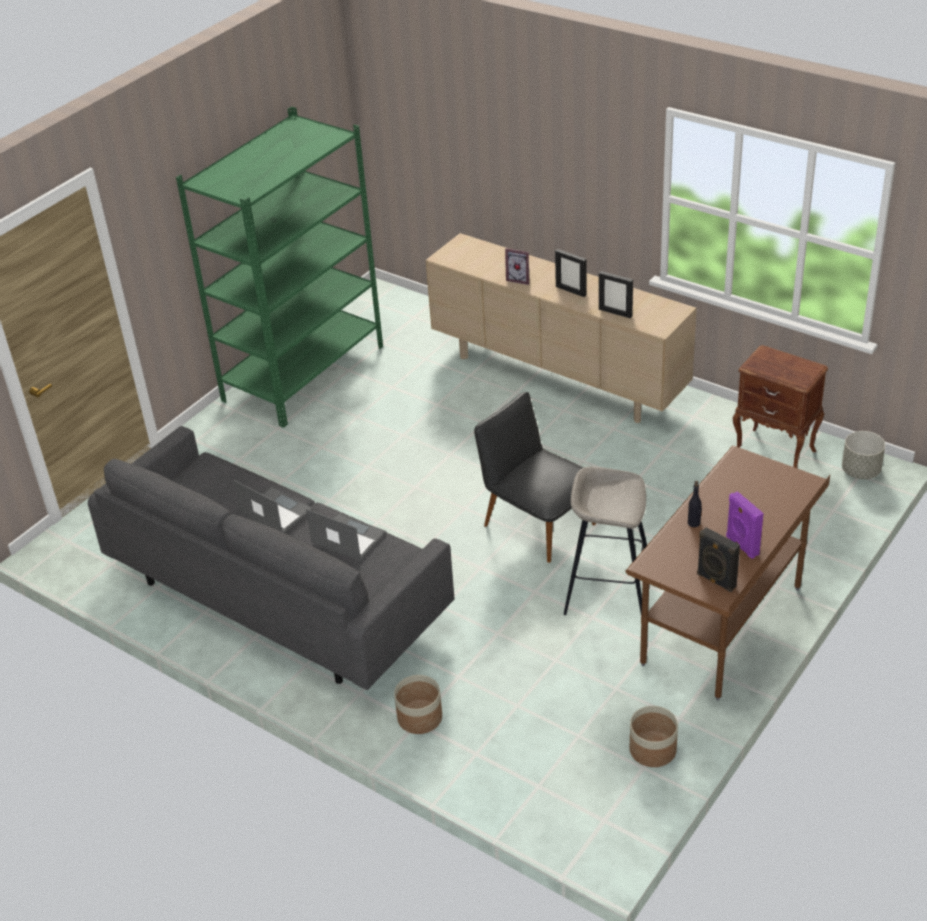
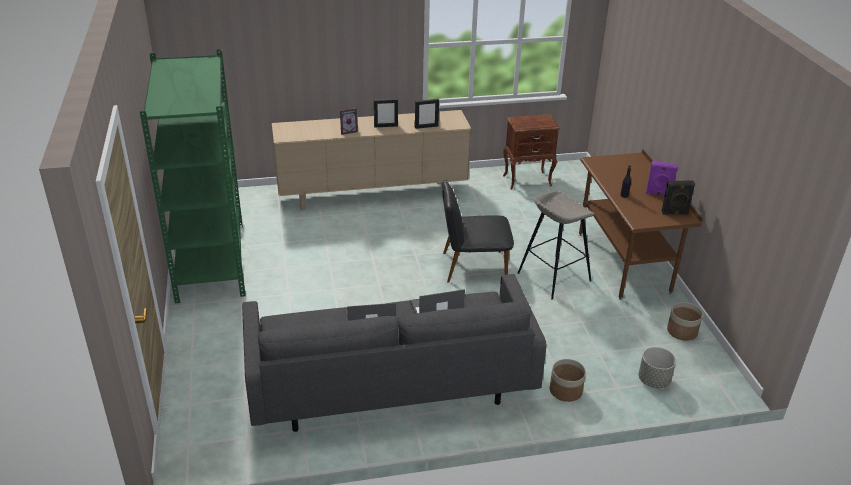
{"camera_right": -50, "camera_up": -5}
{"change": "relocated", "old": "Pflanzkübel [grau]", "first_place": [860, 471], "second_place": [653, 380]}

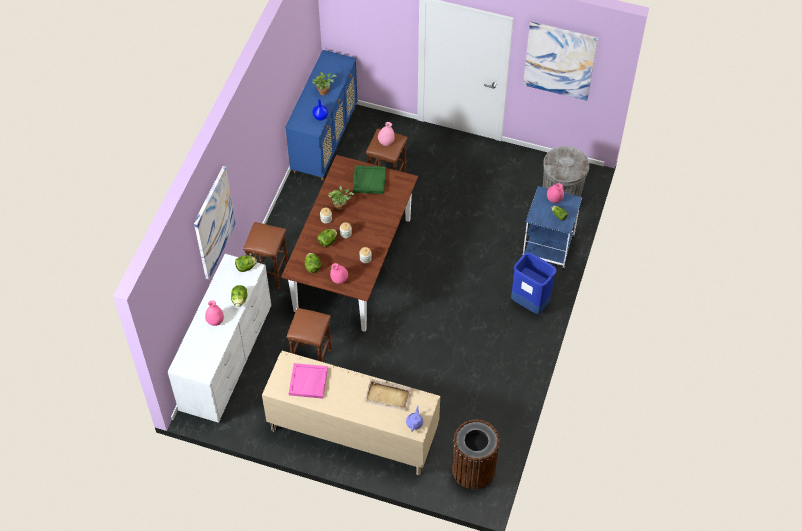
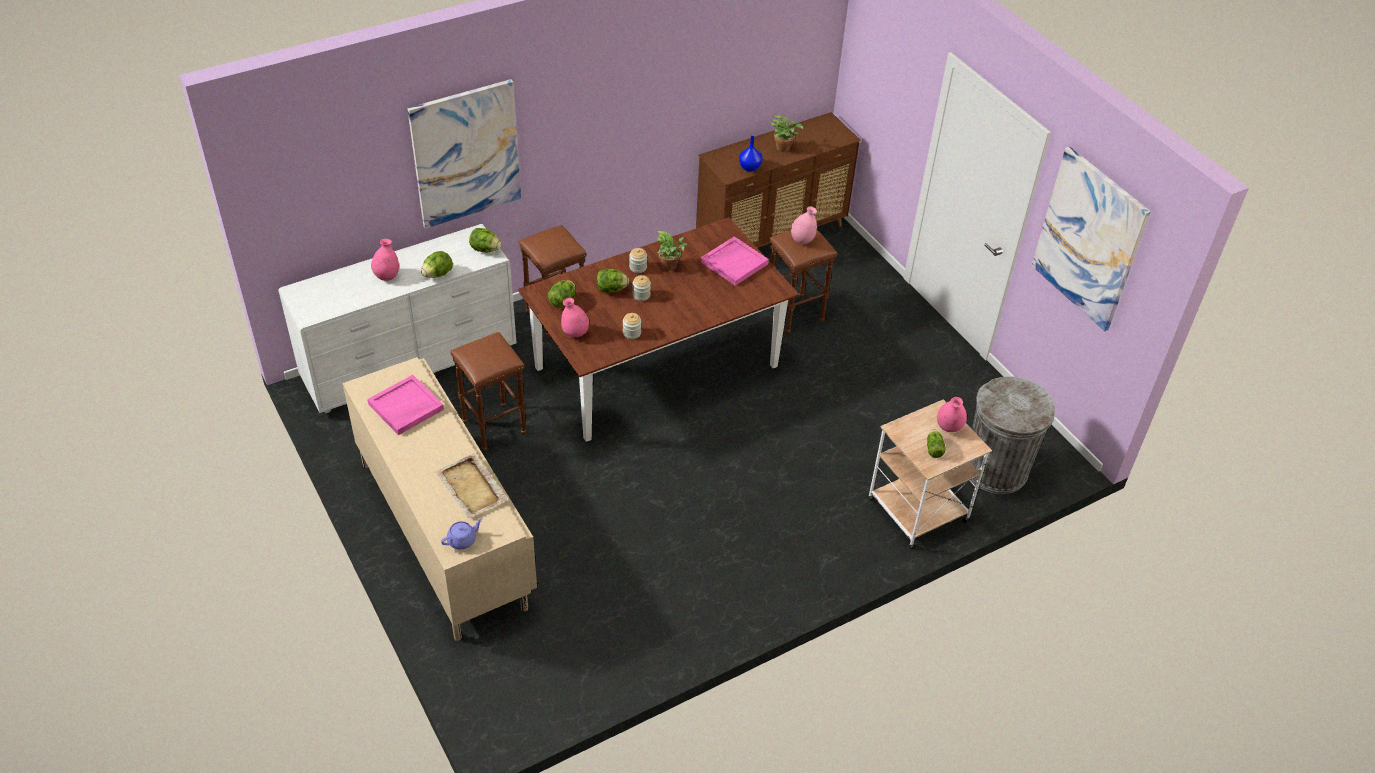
{"camera_right": 40, "camera_up": -10}
{"change": "missing", "old": "Mülleimer [braun]", "first_place": [473, 469]}
{"change": "missing", "old": "Mülleimer [blau]", "first_place": [530, 303]}
{"change": "colour", "old": "Schrank [blau]", "new": "Schrank [braun]", "first_place": [324, 140], "second_place": [771, 233]}
{"change": "colour", "old": "Tablett [grün]", "new": "Tablett [rosa]", "first_place": [369, 180], "second_place": [734, 262]}
{"change": "colour", "old": "Rollwagen [blau]", "new": "Rollwagen [beige]", "first_place": [548, 248], "second_place": [916, 511]}

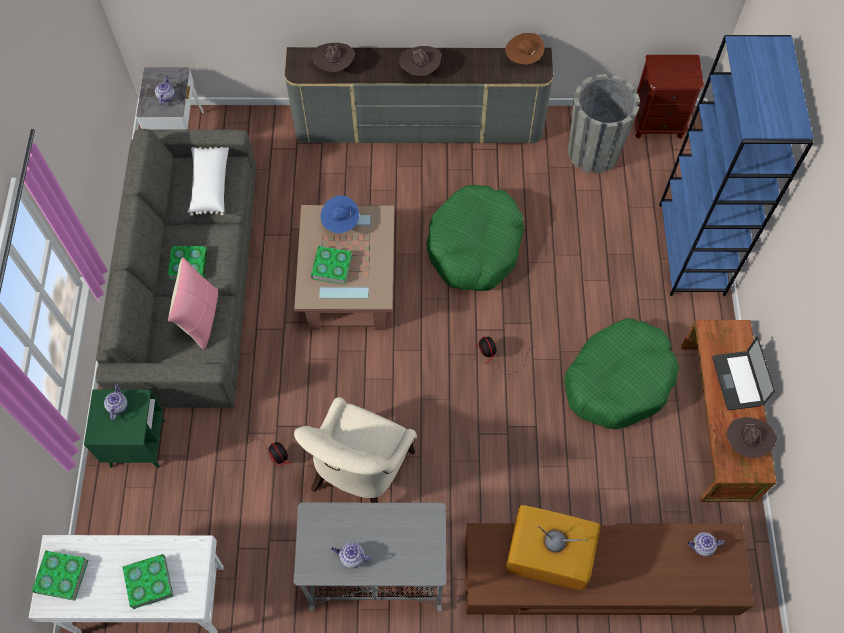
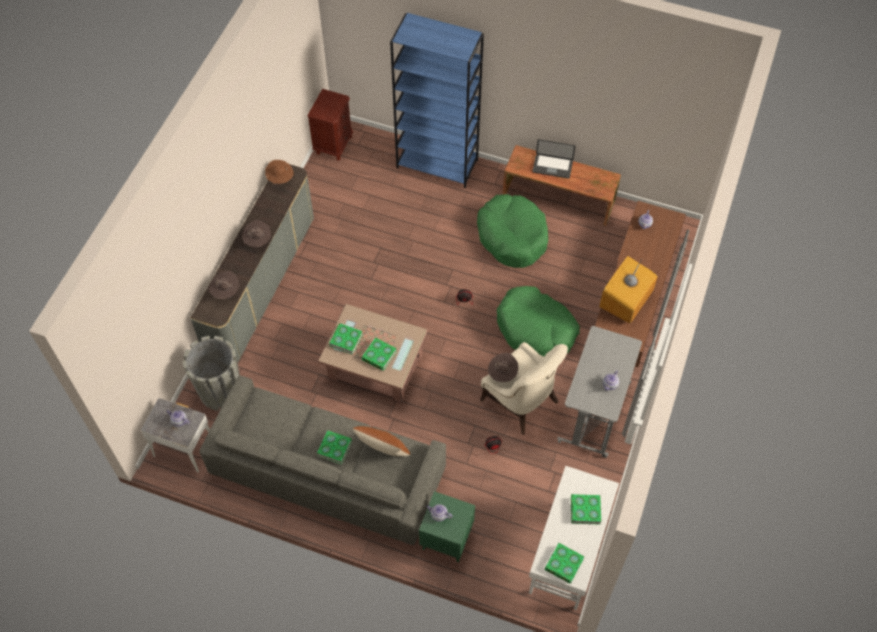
{"camera_right": -70, "camera_up": -5}
{"change": "missing", "old": "Kissen [weiß]", "first_place": [209, 185]}
{"change": "relocated", "old": "Hundebett [grün]", "first_place": [475, 246], "second_place": [536, 329]}
{"change": "relocated", "old": "Pflanzkübel [grau]", "first_place": [593, 152], "second_place": [221, 392]}
{"change": "relocated", "old": "Hut [braun]", "first_place": [745, 443], "second_place": [502, 374]}
{"change": "exchanged", "old": "Hut [blau]", "new": "Buch", "first_place": [340, 223], "second_place": [346, 340]}
{"change": "colour", "old": "Kissen [rosa]", "new": "Kissen [braun]", "first_place": [200, 318], "second_place": [383, 451]}

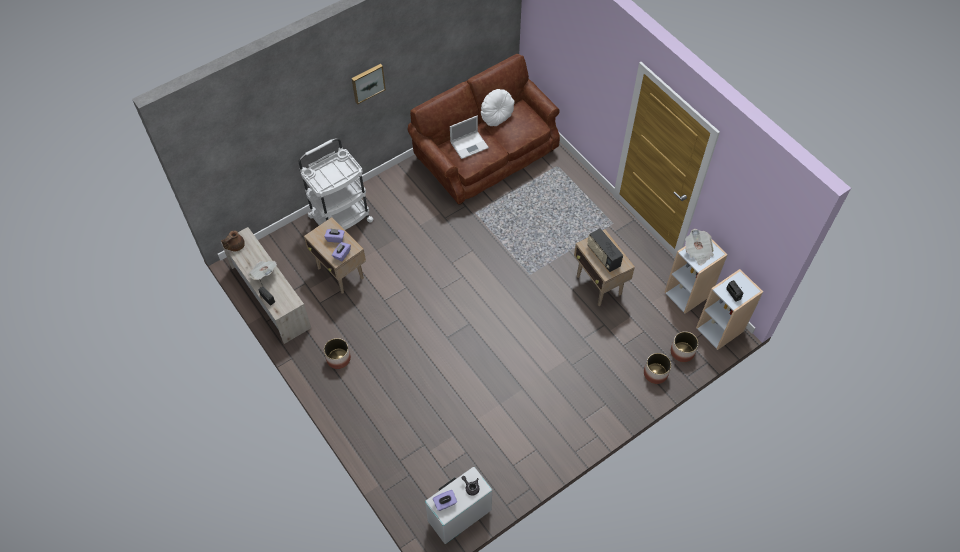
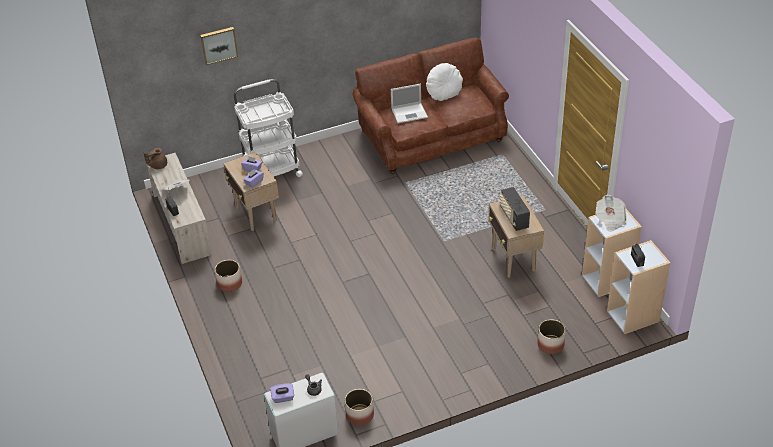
{"camera_right": 15, "camera_up": -15}
{"change": "relocated", "old": "Bild", "first_place": [367, 83], "second_place": [218, 45]}
{"change": "relocated", "old": "Pflanzkübel", "first_place": [682, 352], "second_place": [359, 415]}

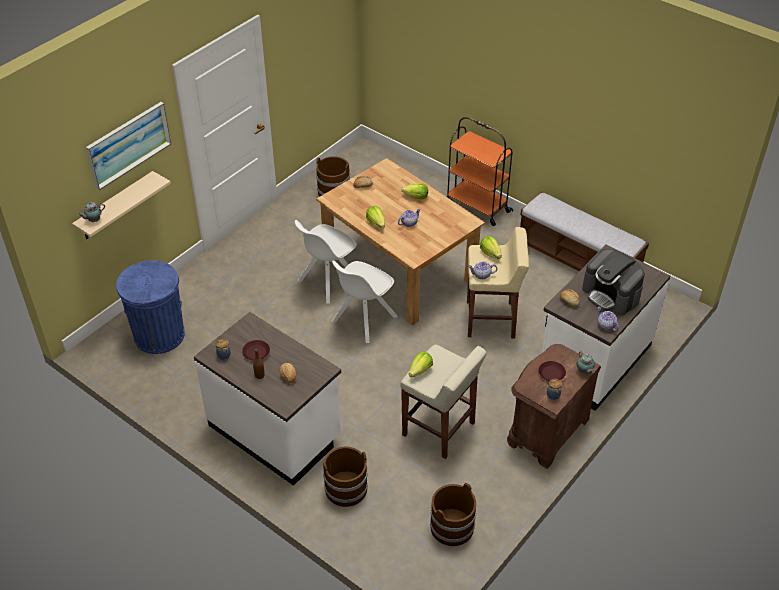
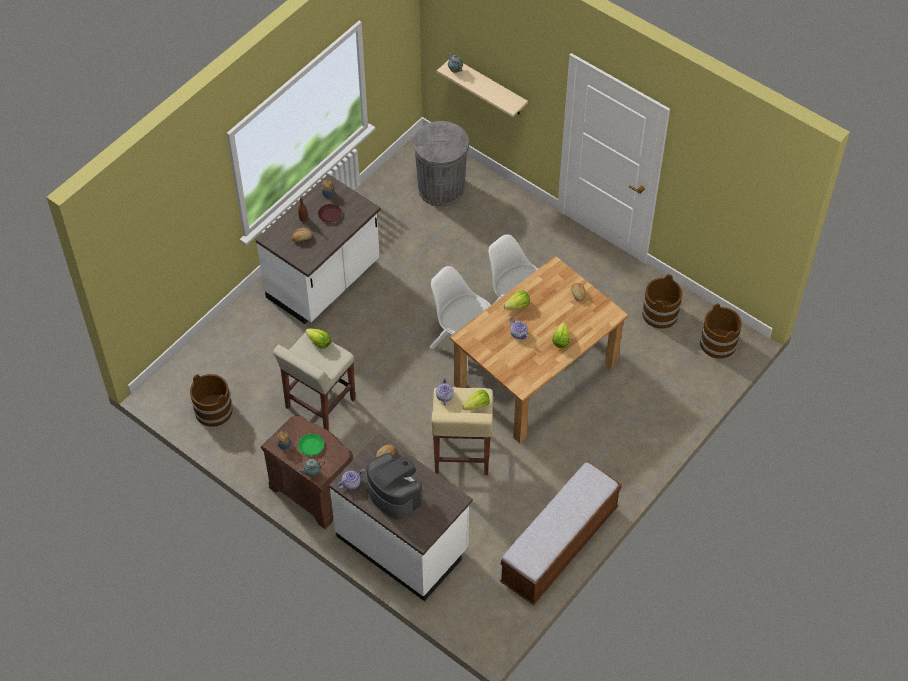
{"camera_right": 90, "camera_up": 10}
{"change": "missing", "old": "Bild", "first_place": [128, 144]}
{"change": "missing", "old": "Rollwagen [orange]", "first_place": [477, 206]}
{"change": "relocated", "old": "Eimer [braun]", "first_place": [346, 489], "second_place": [718, 343]}
{"change": "colour", "old": "Mülleimer [blau]", "new": "Mülleimer [grau]", "first_place": [159, 335], "second_place": [441, 188]}
{"change": "colour", "old": "Teller [braun]", "new": "Teller [grün]", "first_place": [551, 373], "second_place": [311, 446]}
{"change": "spun", "old": "Kaffeemaschine", "first_place": [611, 295], "second_place": [394, 493], "degrees": 90}

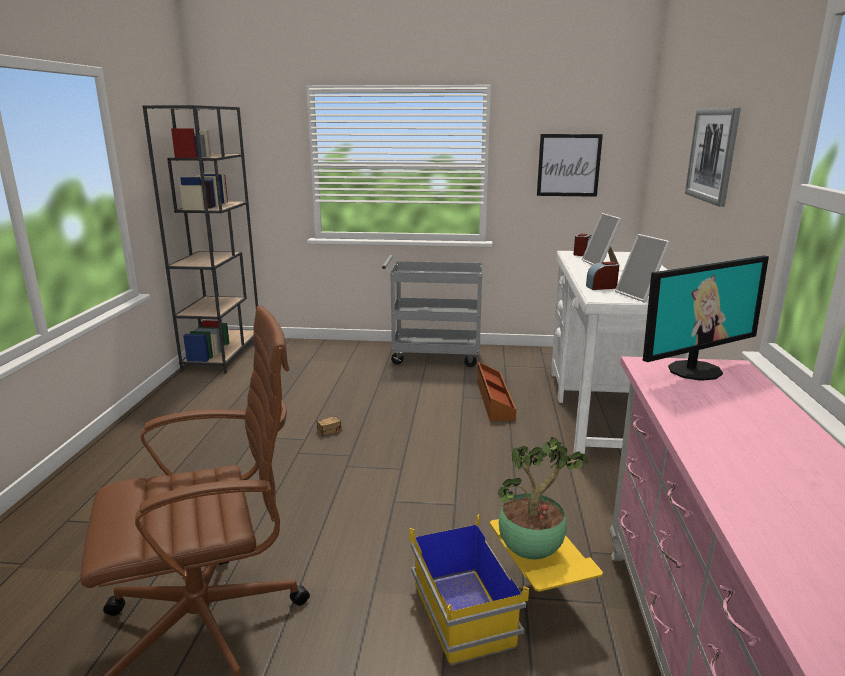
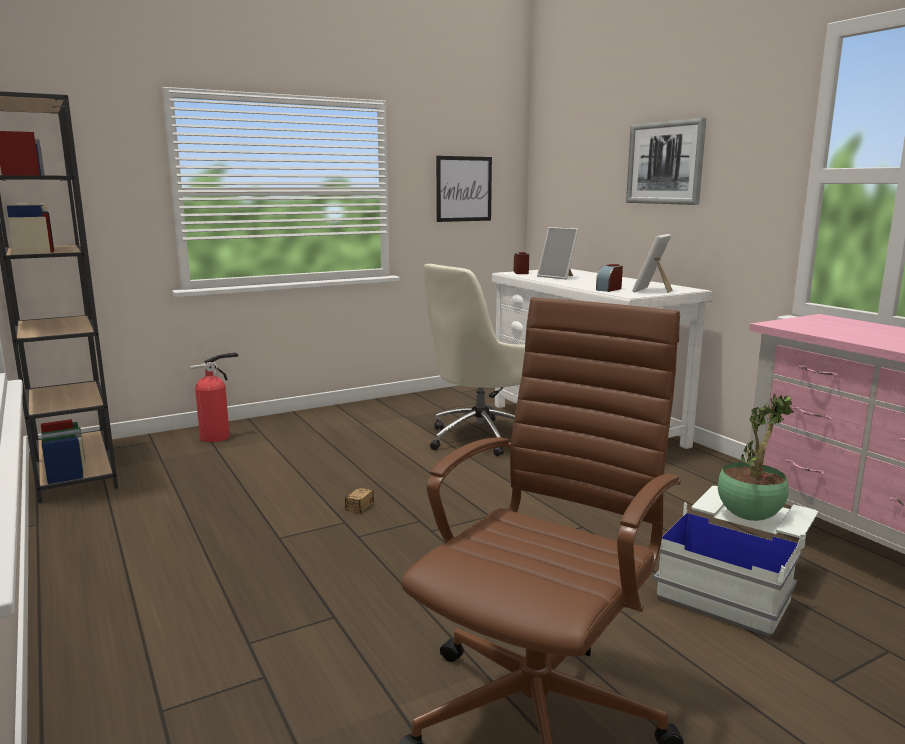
{"camera_right": -35, "camera_up": -5}
{"change": "missing", "old": "Rollwagen [grau]", "first_place": [433, 359]}
{"change": "missing", "old": "Monitor", "first_place": [694, 370]}
{"change": "appeared", "new": "Feuerlöscher", "second_place": [218, 437]}
{"change": "exchanged", "old": "Aufbewahrungsbox [braun]", "new": "Bürostuhl [beige]", "first_place": [493, 400], "second_place": [479, 438]}
{"change": "colour", "old": "Aufbewahrungsbox [gelb]", "new": "Aufbewahrungsbox [weiß]", "first_place": [500, 607], "second_place": [735, 583]}
{"change": "spun", "old": "Bilderrahmen", "first_place": [641, 296], "second_place": [652, 291], "degrees": 90}

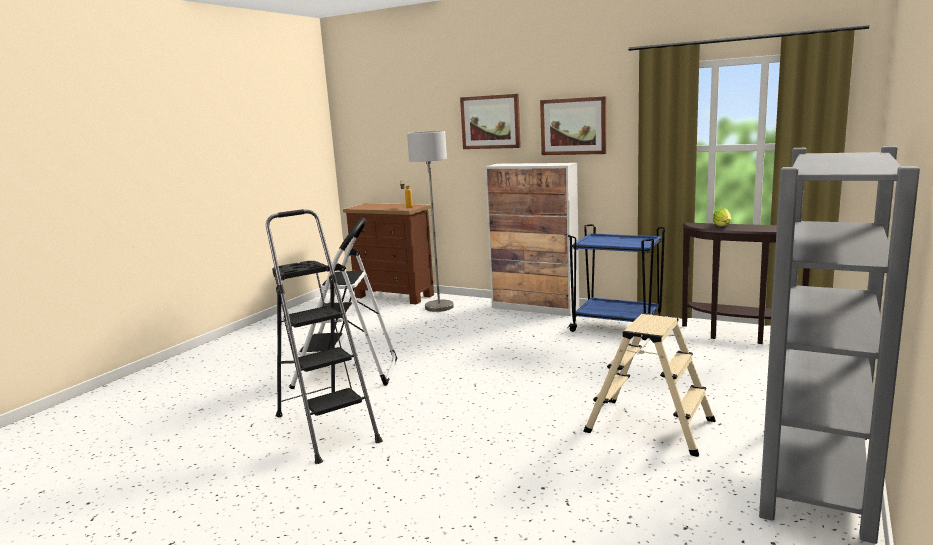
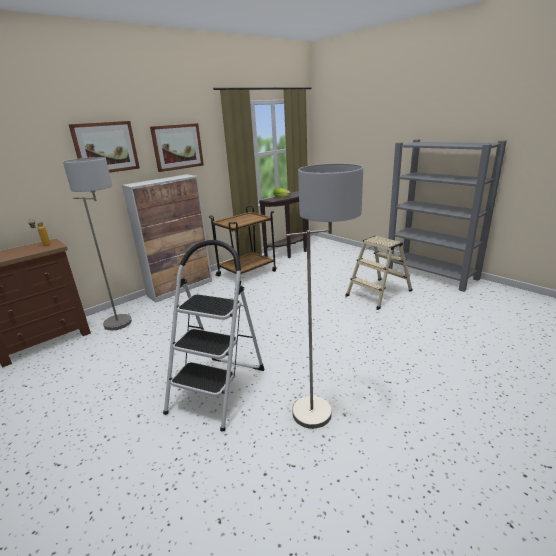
{"camera_right": -70, "camera_up": 10}
{"change": "exchanged", "old": "Trittleiter", "new": "Stehlampe [grau]", "first_place": [325, 427], "second_place": [323, 410]}
{"change": "colour", "old": "Rollwagen [blau]", "new": "Rollwagen [braun]", "first_place": [617, 327], "second_place": [247, 273]}

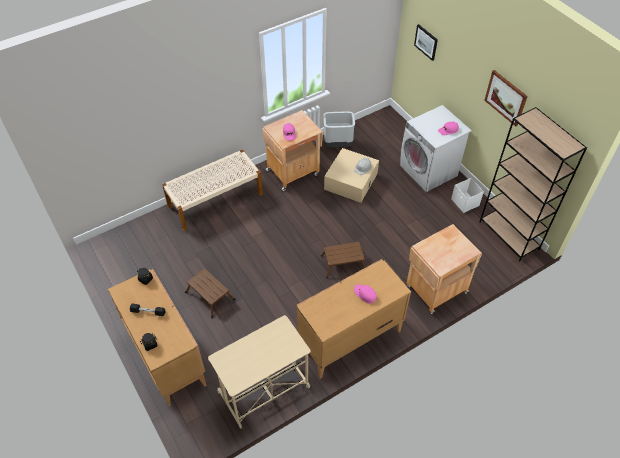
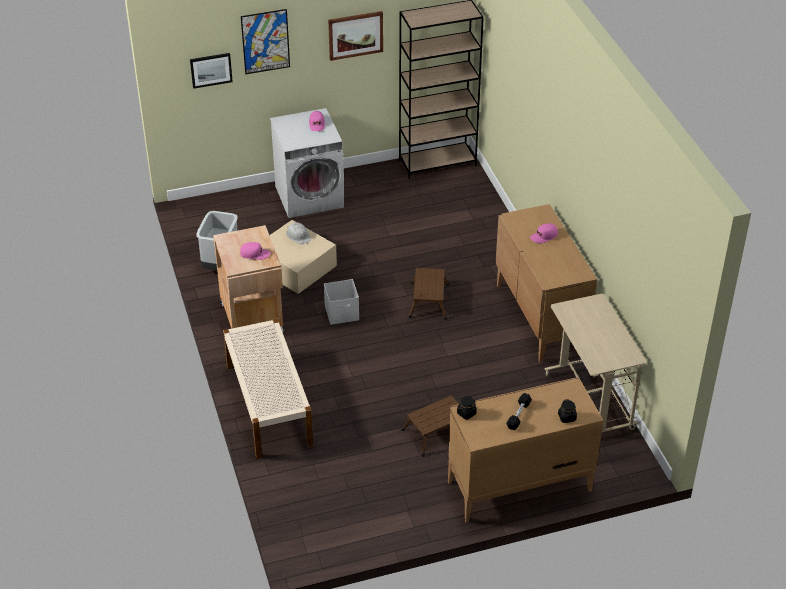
{"camera_right": -75, "camera_up": -10}
{"change": "missing", "old": "Rollwagen [braun]", "first_place": [435, 290]}
{"change": "appeared", "new": "Bild", "second_place": [265, 41]}
{"change": "relocated", "old": "Aufbewahrungsbox [weiß]", "first_place": [465, 203], "second_place": [342, 313]}

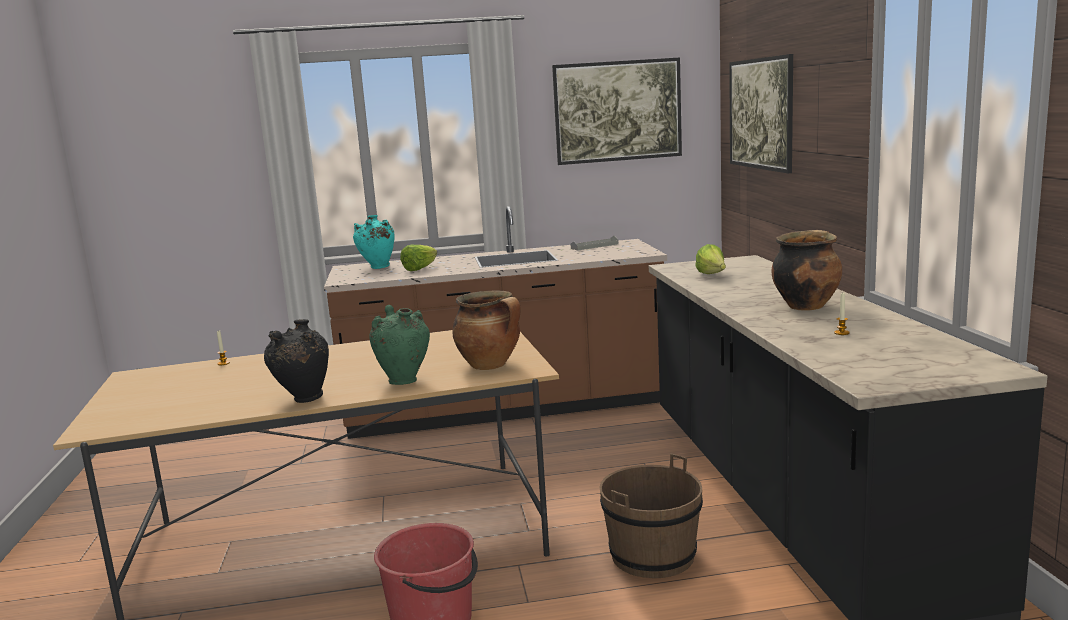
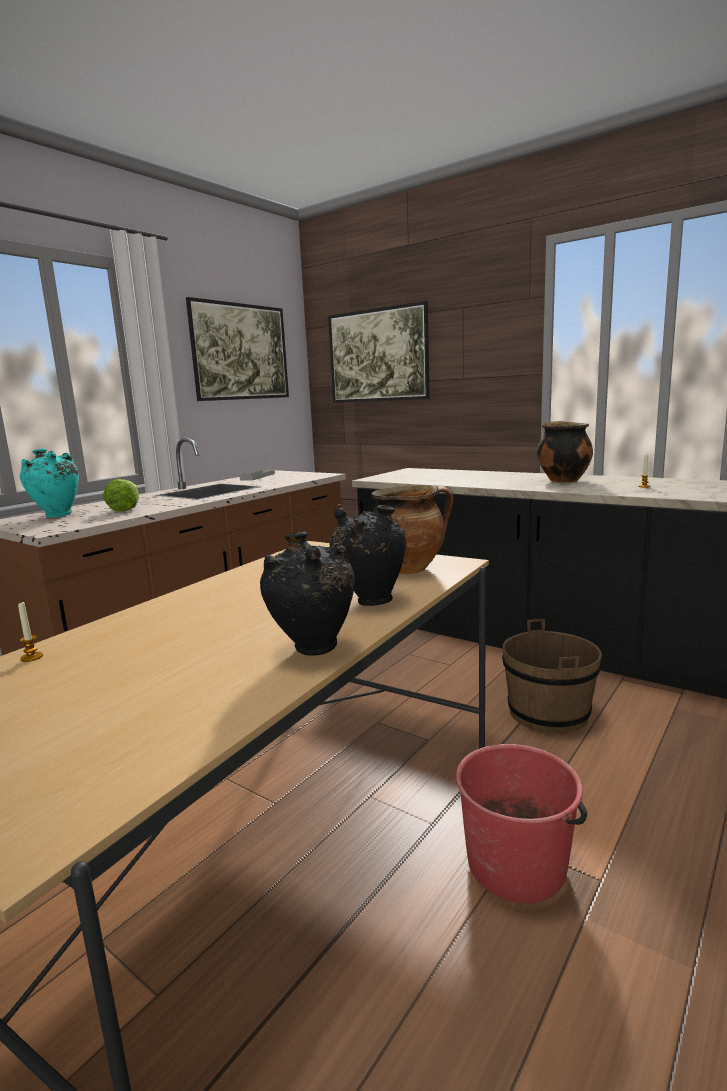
{"camera_right": -45, "camera_up": 0}
{"change": "missing", "old": "Salatkopf", "first_place": [712, 275]}
{"change": "colour", "old": "Vase [grün]", "new": "Vase [schwarz]", "first_place": [404, 381], "second_place": [370, 601]}

